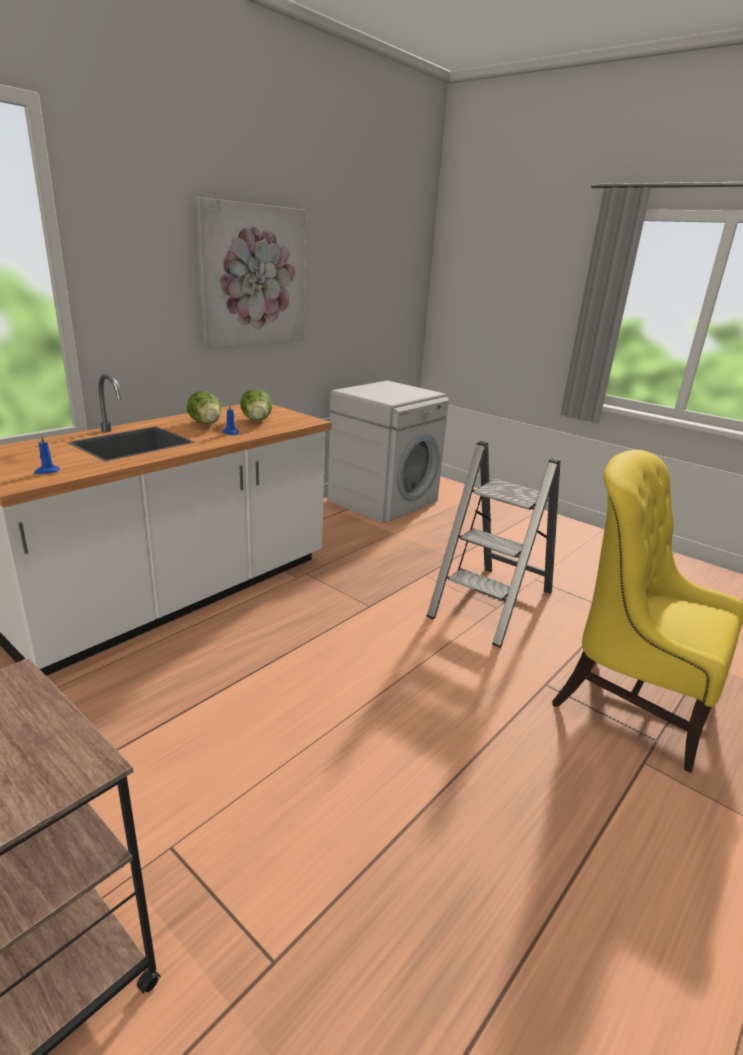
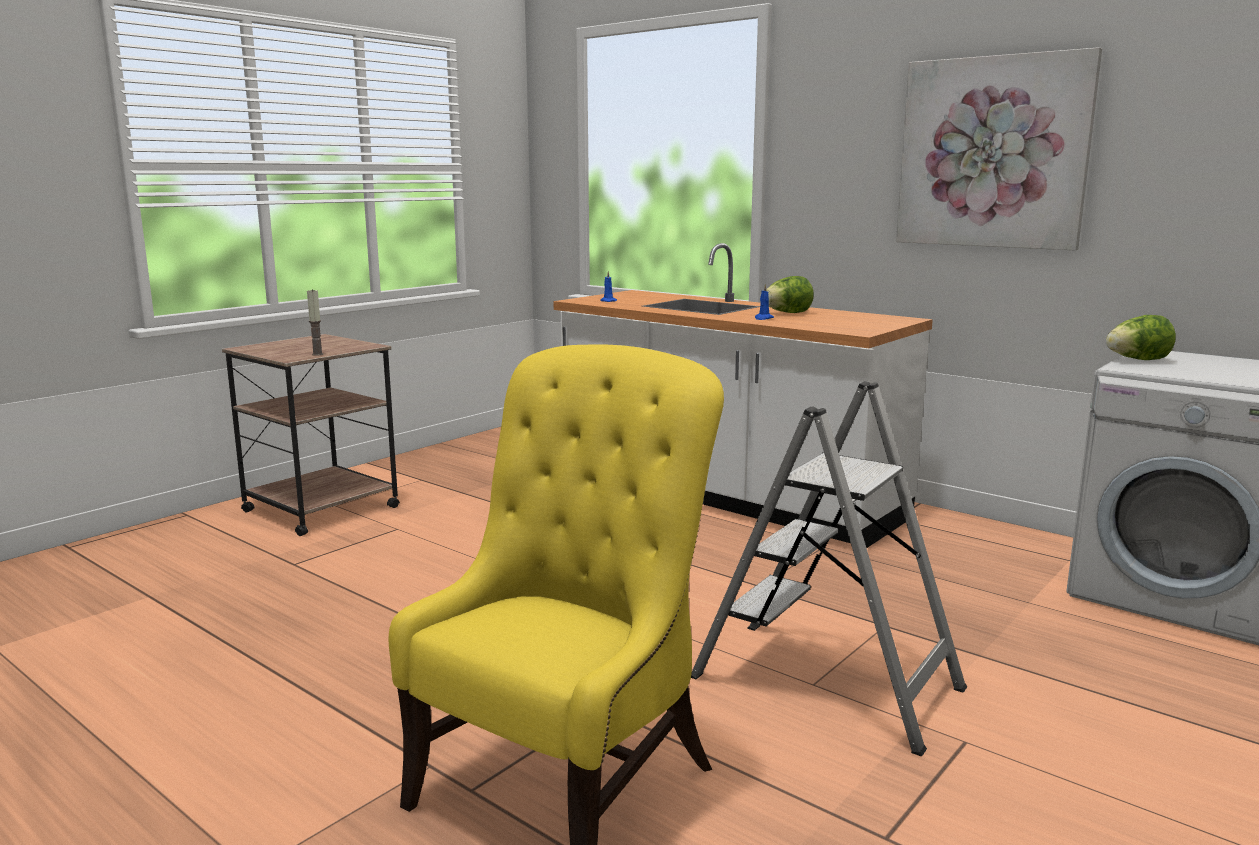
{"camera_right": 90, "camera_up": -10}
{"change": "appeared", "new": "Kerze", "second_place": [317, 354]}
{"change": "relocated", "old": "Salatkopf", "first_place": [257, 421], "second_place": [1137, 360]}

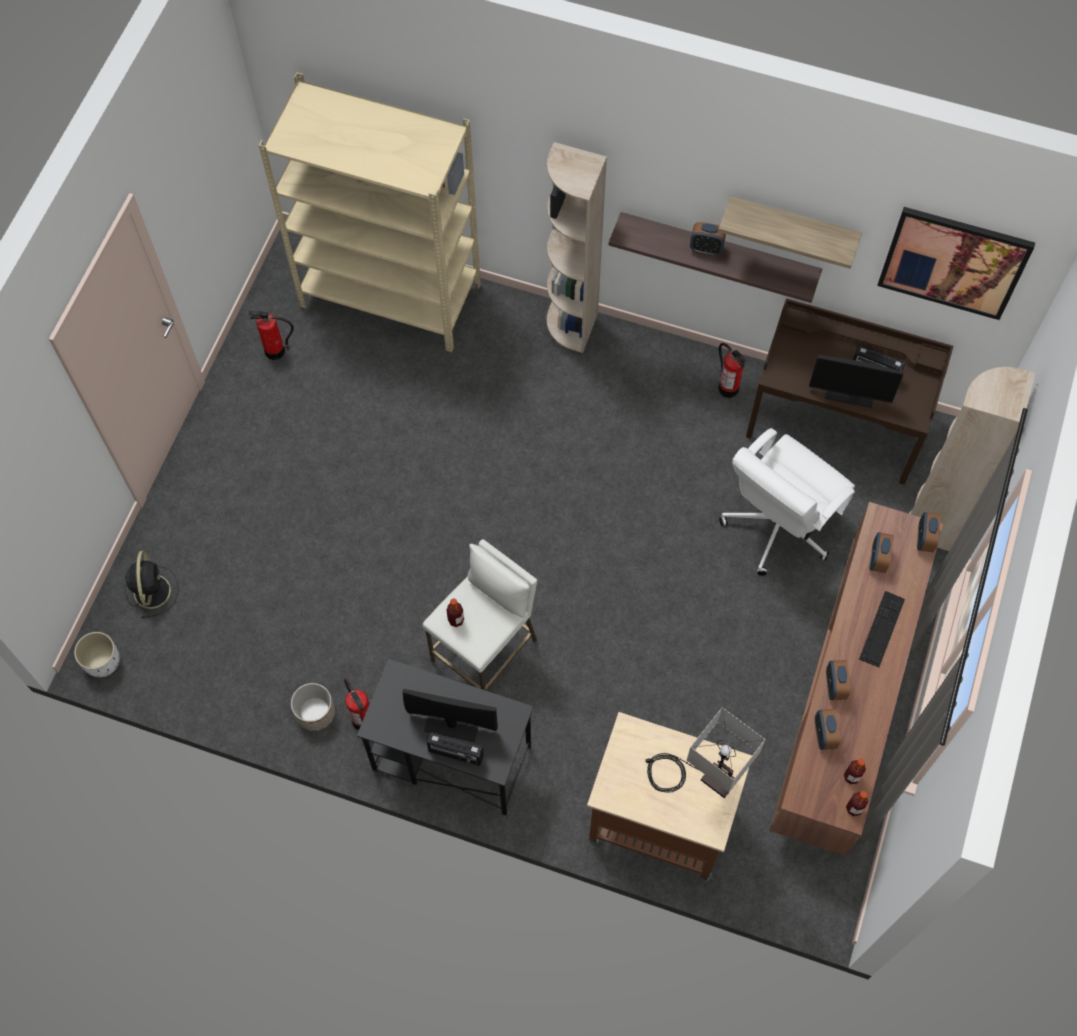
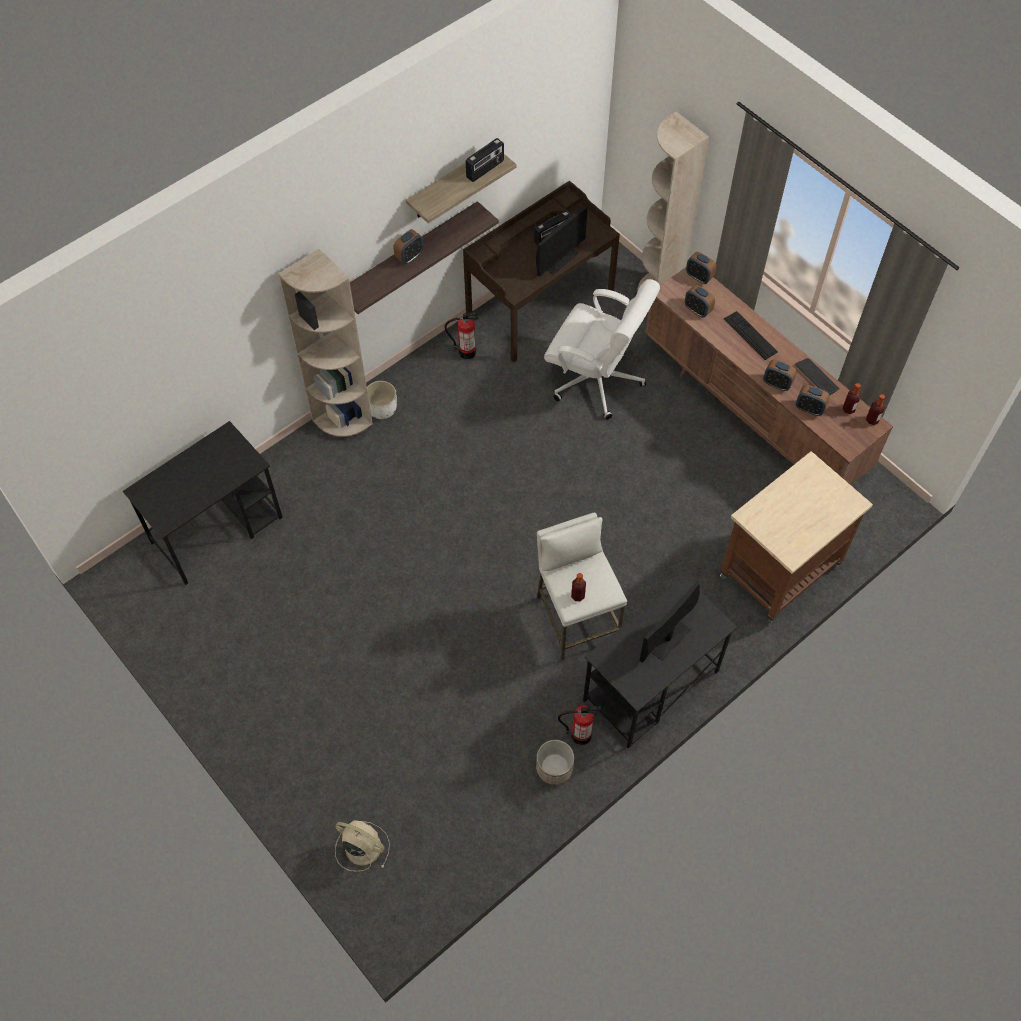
{"camera_right": -60, "camera_up": -5}
{"change": "missing", "old": "Feuerlöscher", "first_place": [275, 351]}
{"change": "missing", "old": "Tischlampe", "first_place": [696, 775]}
{"change": "missing", "old": "Bild", "first_place": [953, 262]}
{"change": "appeared", "new": "Tastatur", "second_place": [816, 377]}
{"change": "relocated", "old": "Pflanzkübel [weiß]", "first_place": [103, 661], "second_place": [382, 409]}
{"change": "relocated", "old": "Radio", "first_place": [456, 754], "second_place": [485, 169]}
{"change": "exchanged", "old": "Bücherregal [beige]", "new": "Schreibtisch [schwarz]", "first_place": [390, 295], "second_place": [218, 529]}
{"change": "colour", "old": "Ventilator [schwarz]", "new": "Ventilator [beige]", "first_place": [152, 590], "second_place": [361, 846]}
{"change": "spun", "old": "Bürostuhl [weiß]", "first_place": [779, 525], "second_place": [596, 380], "degrees": -45}

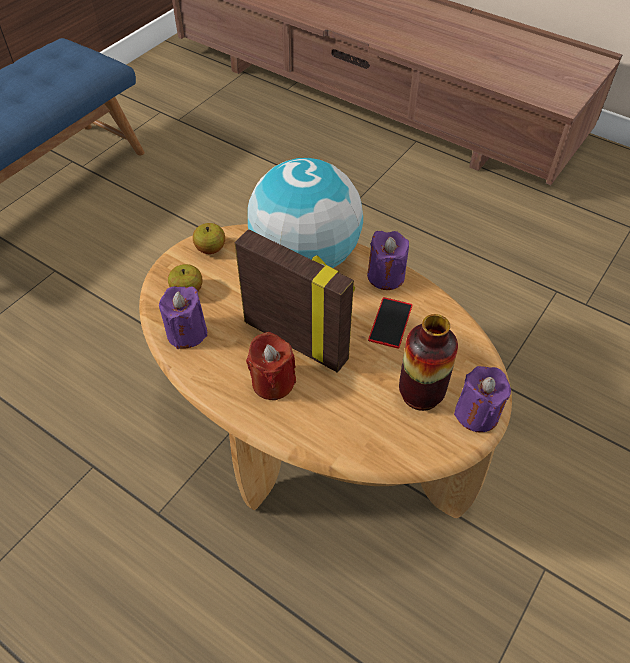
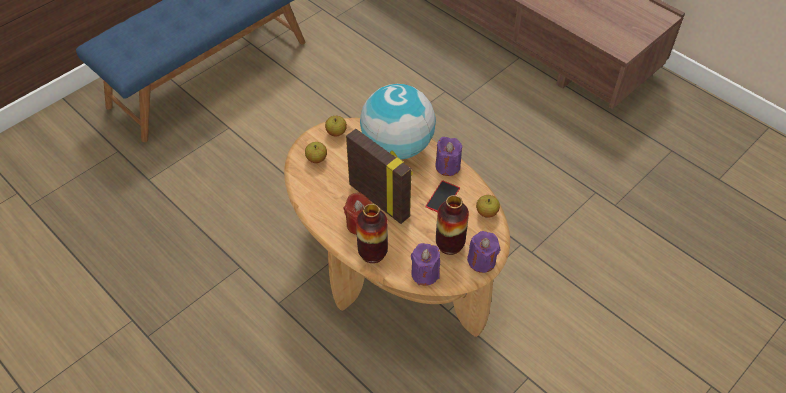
{"camera_right": 10, "camera_up": 0}
{"change": "appeared", "new": "Vase", "second_place": [372, 253]}
{"change": "appeared", "new": "Apfel", "second_place": [486, 212]}
{"change": "relocated", "old": "Kerze [lila]", "first_place": [187, 333], "second_place": [425, 274]}

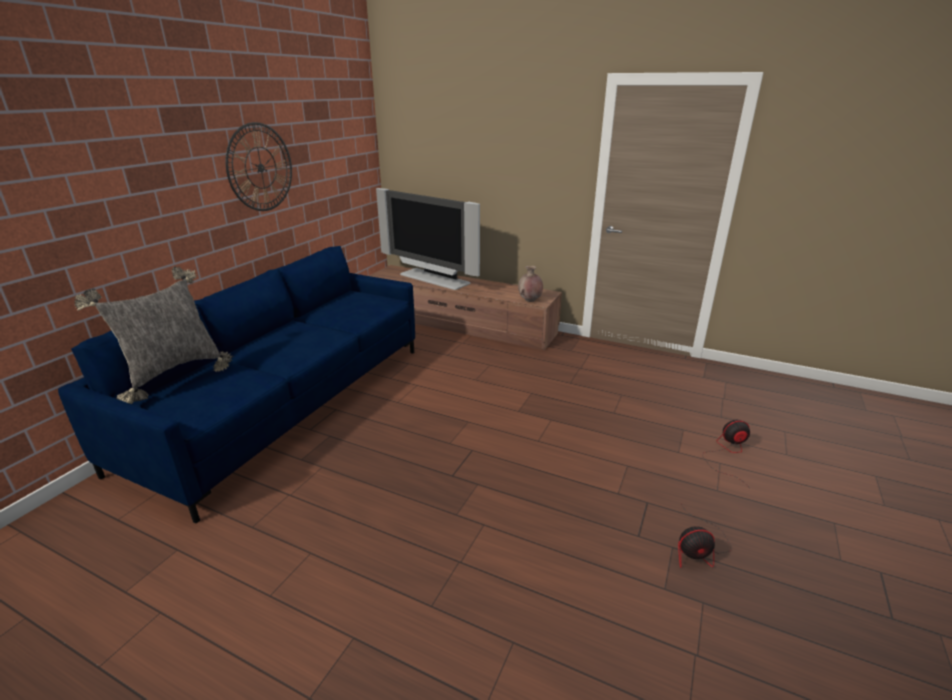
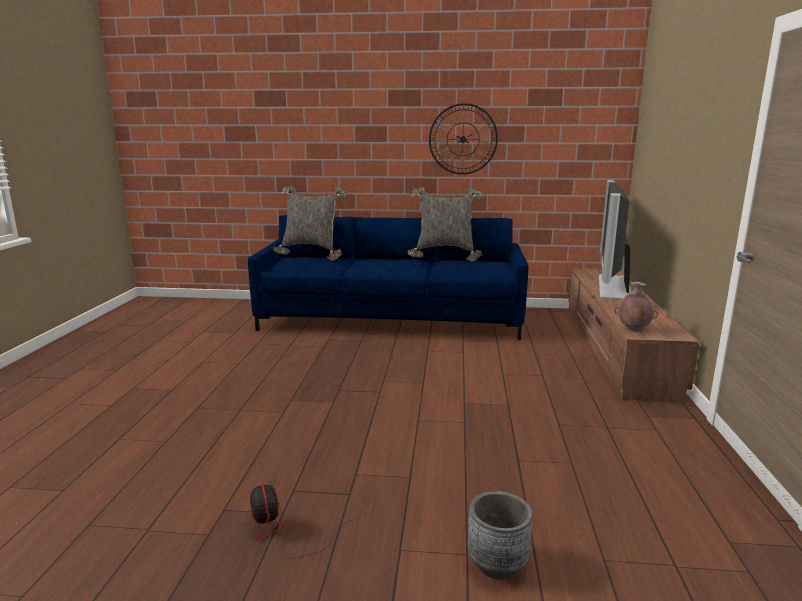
{"camera_right": 70, "camera_up": -10}
{"change": "appeared", "new": "Kissen", "second_place": [445, 258]}
{"change": "exchanged", "old": "Ventilator", "new": "Pflanzkübel [grau]", "first_place": [728, 453], "second_place": [497, 564]}

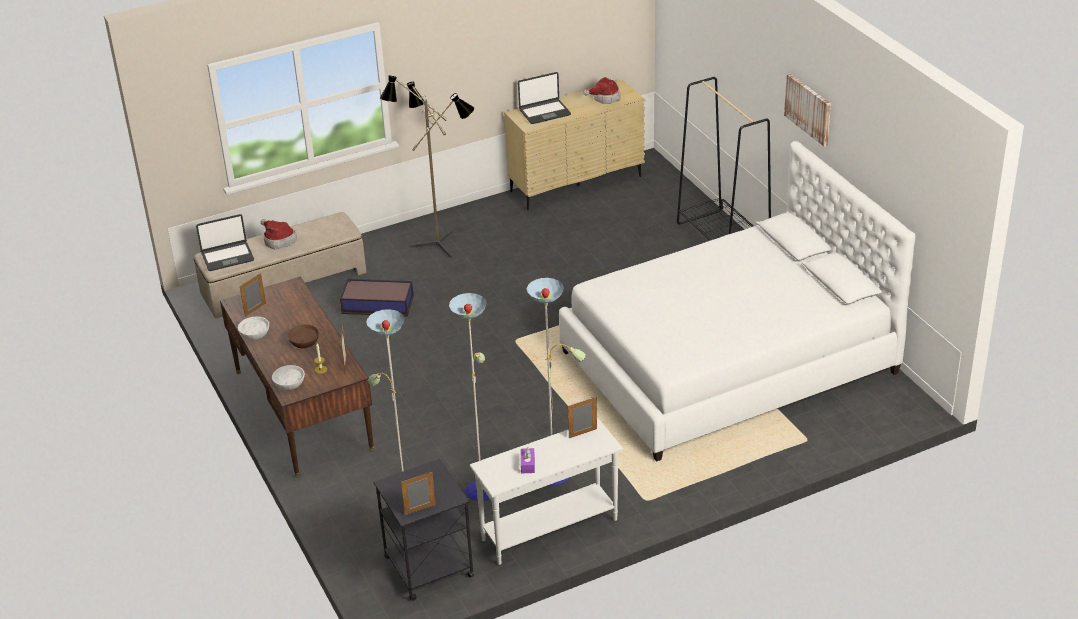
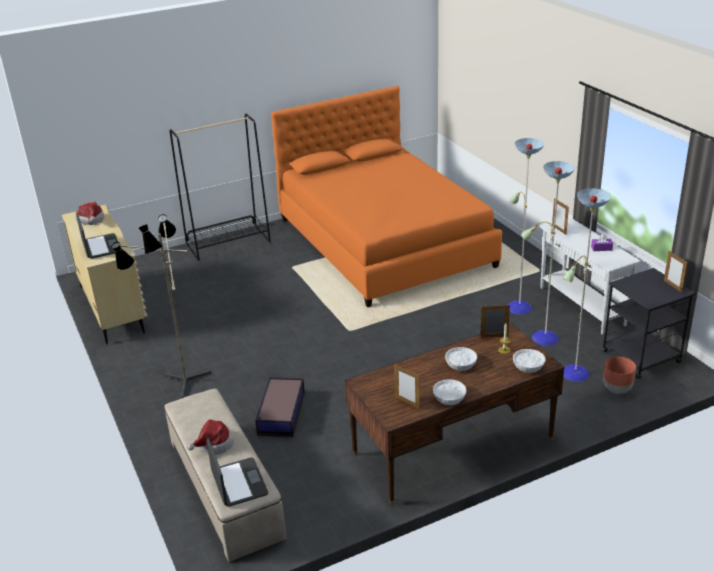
{"camera_right": -90, "camera_up": -5}
{"change": "missing", "old": "Bild", "first_place": [808, 109]}
{"change": "appeared", "new": "Pflanzkübel [braun]", "second_place": [617, 389]}
{"change": "colour", "old": "Schüssel [braun]", "new": "Schüssel [weiß]", "first_place": [304, 342], "second_place": [461, 364]}
{"change": "colour", "old": "Bett [weiß]", "new": "Bett [orange]", "first_place": [729, 362], "second_place": [384, 242]}

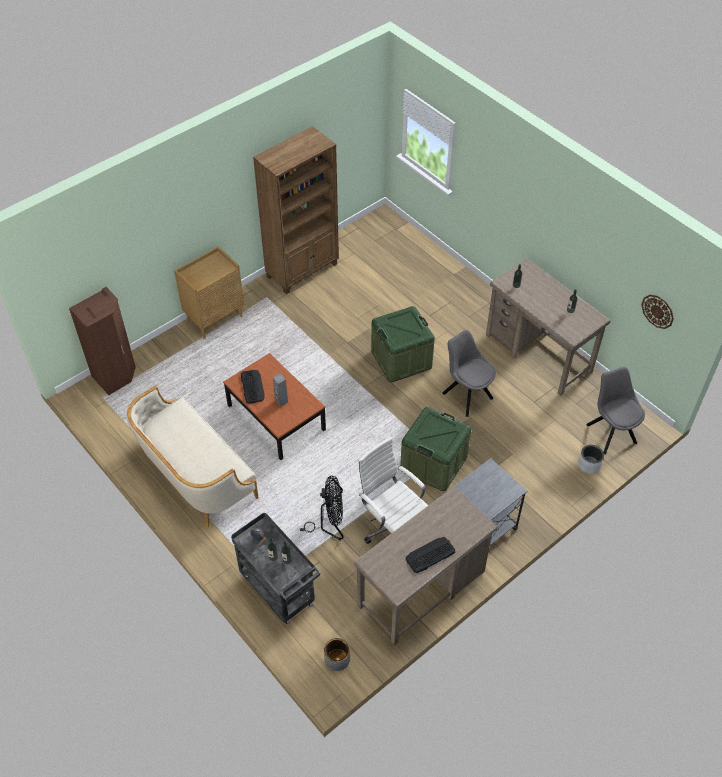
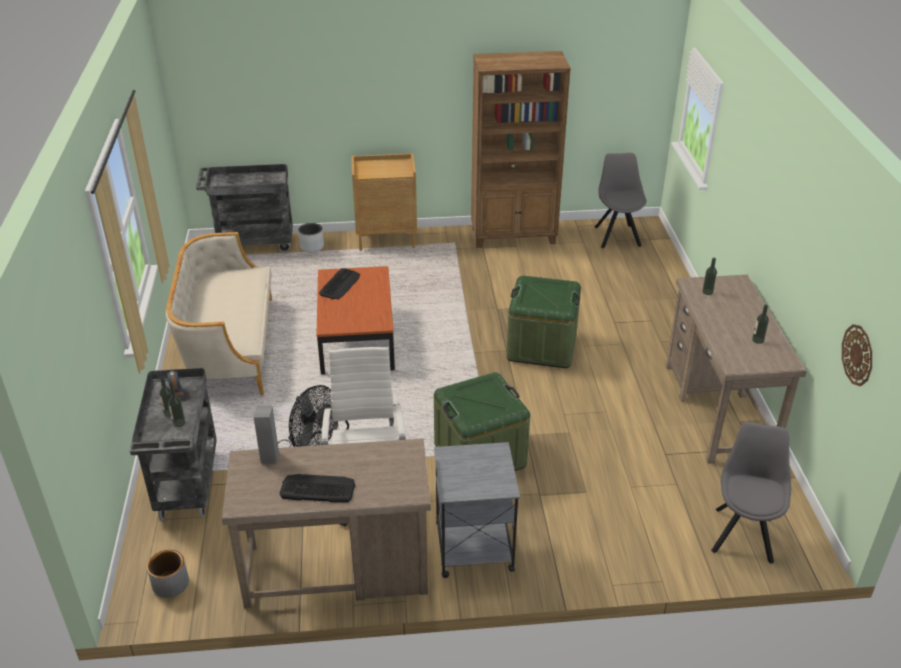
{"camera_right": 35, "camera_up": -15}
{"change": "relocated", "old": "Lautsprecher [grau]", "first_place": [281, 401], "second_place": [269, 457]}
{"change": "relocated", "old": "Stuhl [grau]", "first_place": [467, 396], "second_place": [616, 236]}
{"change": "relocated", "old": "Pflanzkübel [grau]", "first_place": [589, 465], "second_place": [312, 247]}
{"change": "exchanged", "old": "Schrank [braun]", "new": "Rollwagen [schwarz]", "first_place": [116, 375], "second_place": [252, 245]}

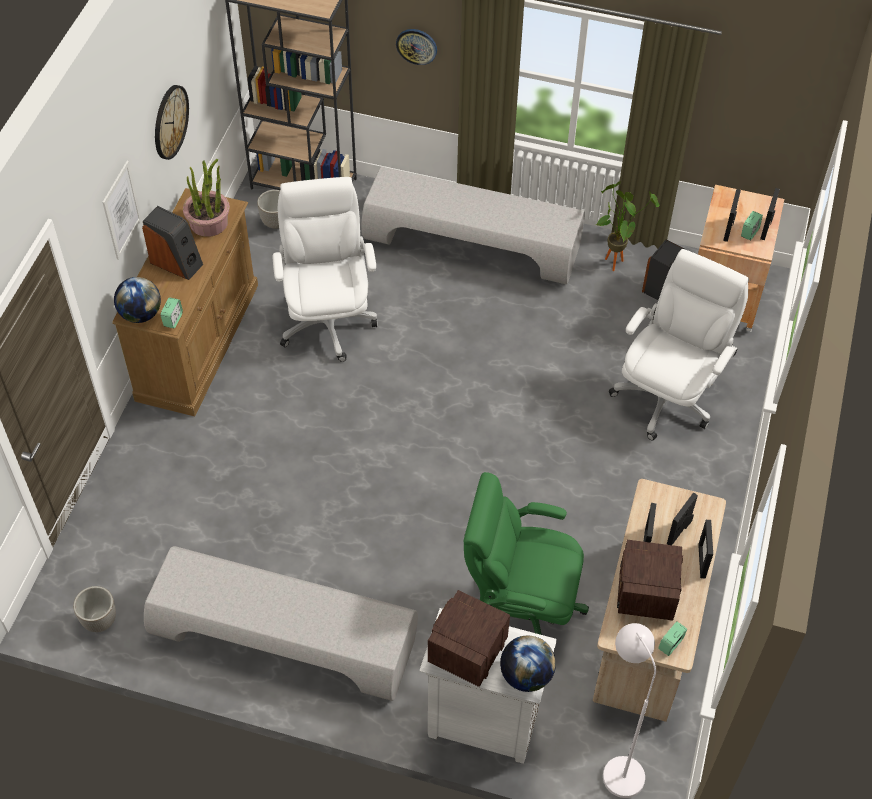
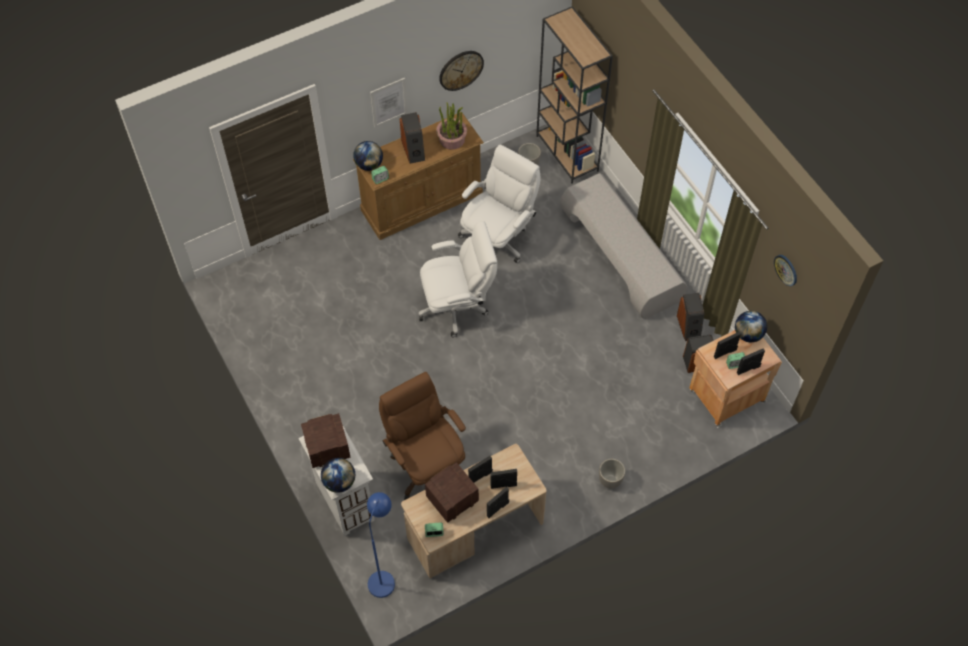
{"camera_right": 45, "camera_up": 5}
{"change": "missing", "old": "Bank [grau]", "first_place": [284, 637]}
{"change": "appeared", "new": "Globus", "second_place": [748, 334]}
{"change": "relocated", "old": "Pflanzkübel", "first_place": [100, 621], "second_place": [610, 481]}
{"change": "relocated", "old": "Wanduhr", "first_place": [416, 46], "second_place": [786, 270]}
{"change": "relocated", "old": "Bürostuhl [weiß]", "first_place": [668, 394], "second_place": [458, 306]}
{"change": "exchanged", "old": "Topfpflanze", "new": "Lautsprecher", "first_place": [615, 260], "second_place": [689, 326]}
{"change": "colour", "old": "Bürostuhl [grün]", "new": "Bürostuhl [braun]", "first_place": [520, 607], "second_place": [426, 464]}
{"change": "colour", "old": "Stehlampe [weiß]", "new": "Stehlampe [blau]", "first_place": [616, 766], "second_place": [384, 576]}

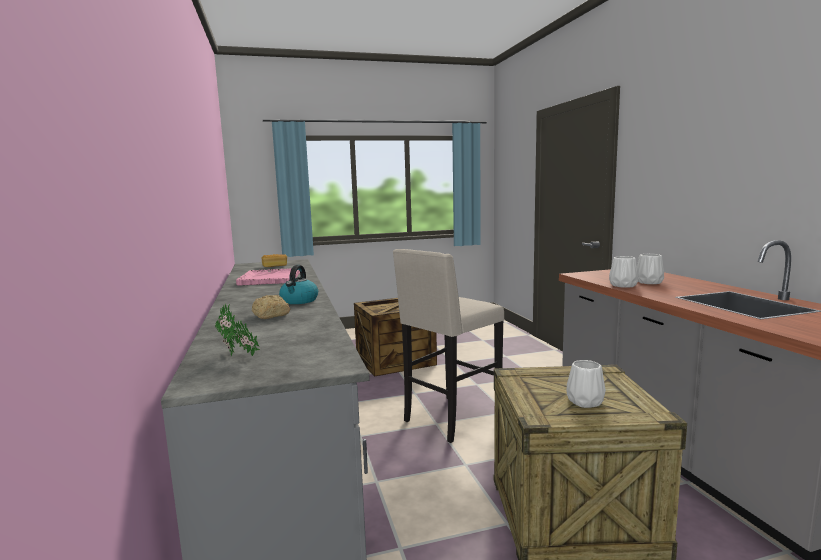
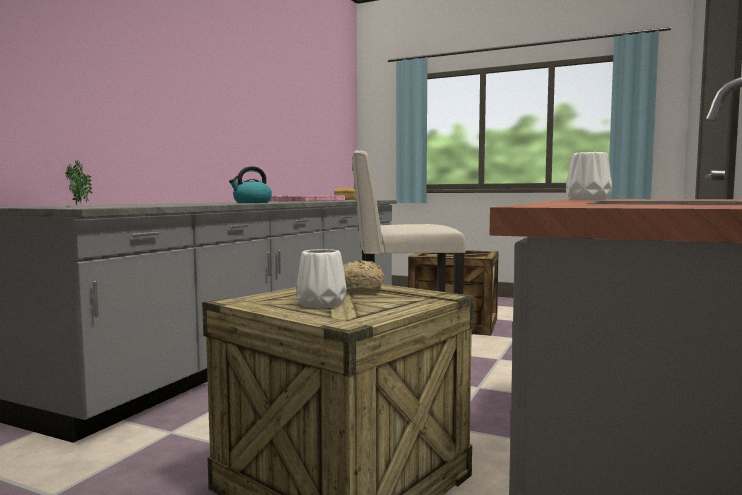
{"camera_right": 40, "camera_up": -5}
{"change": "missing", "old": "Vase [weiß]", "first_place": [649, 282]}
{"change": "relocated", "old": "Brot", "first_place": [270, 315], "second_place": [359, 290]}

